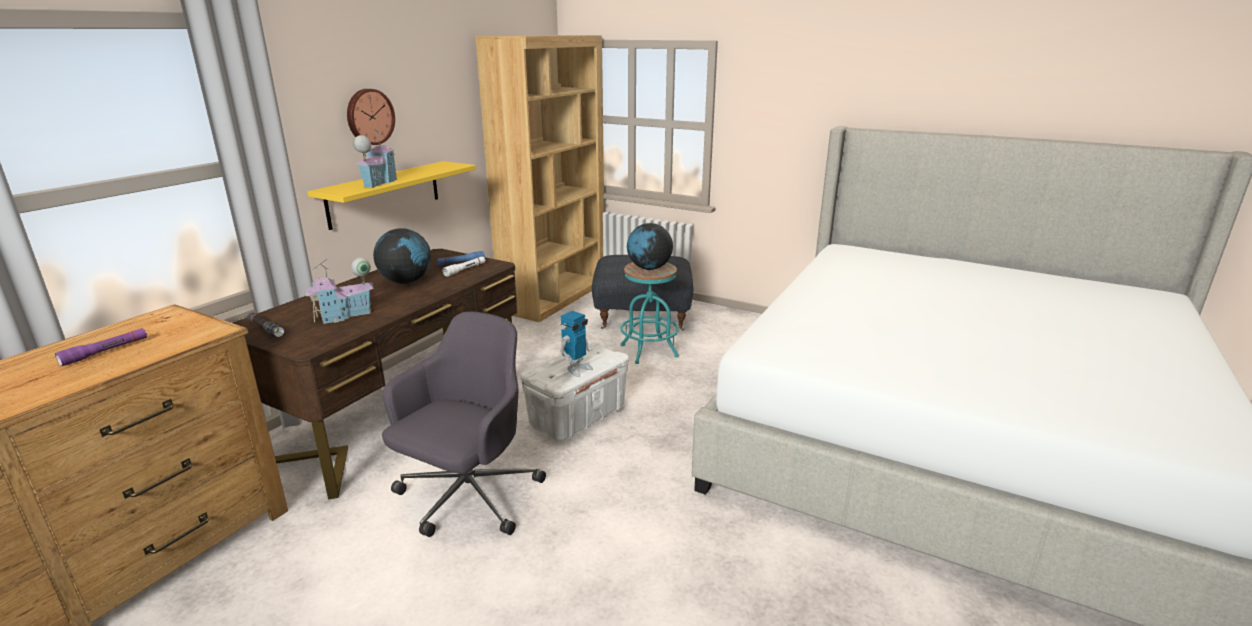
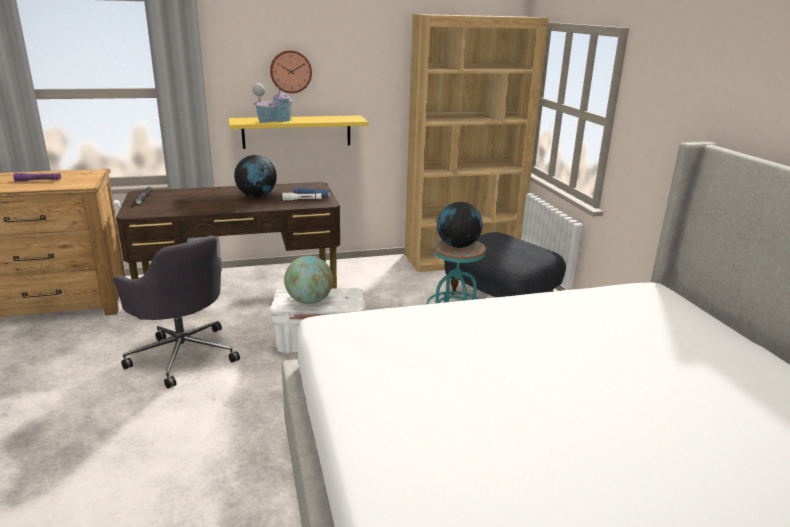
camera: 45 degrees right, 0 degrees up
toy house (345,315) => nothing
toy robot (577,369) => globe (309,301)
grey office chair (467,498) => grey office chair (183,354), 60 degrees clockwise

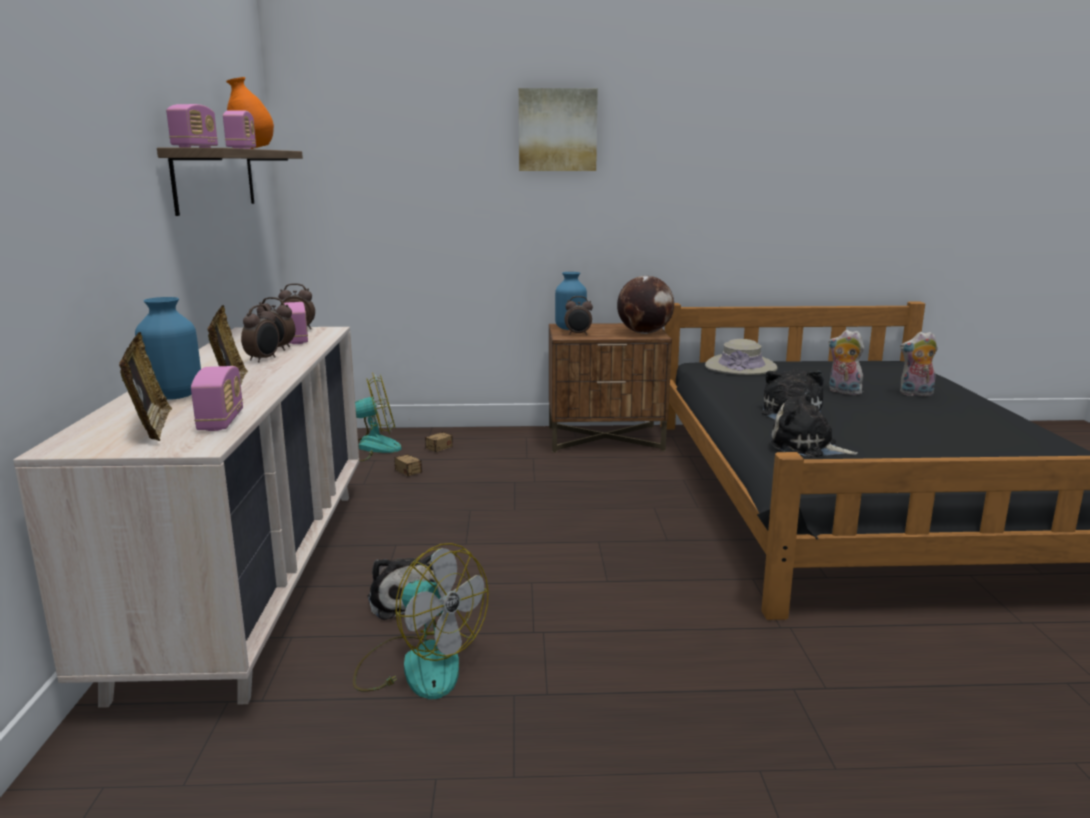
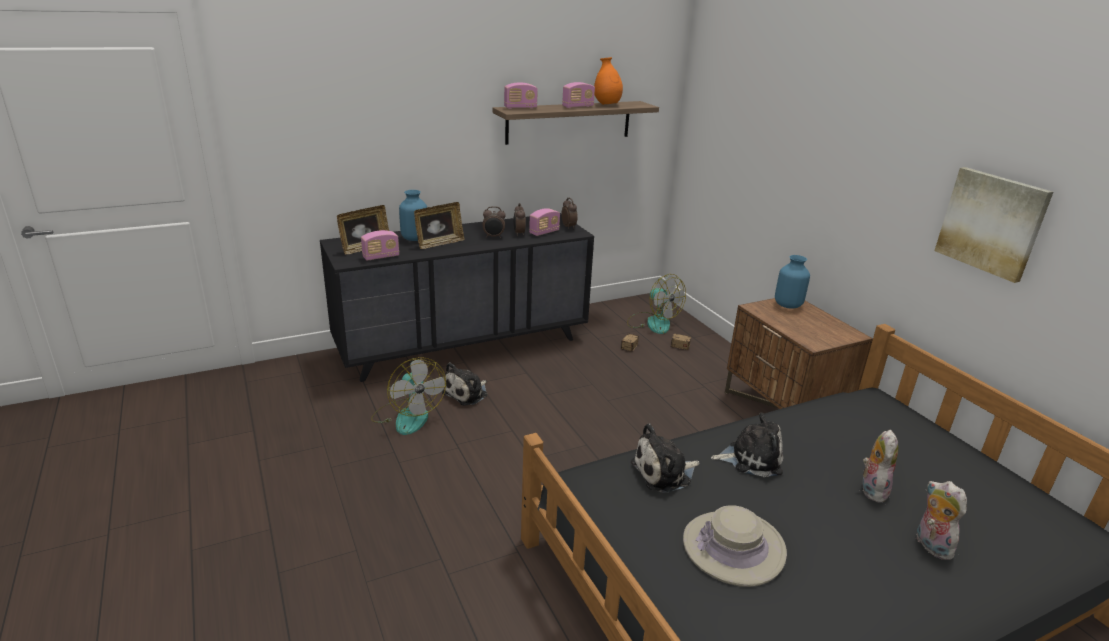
camera: 65 degrees right, 10 degrees up
picture (557,130) => picture (992,223), shifted
globe (644,333) => nothing
alarm clock (578,334) => nothing
beige dresser (253,577) => black dresser (463,345)
beige hat (741,367) => beige hat (733,548), shifted
plush toy (807,447) => plush toy (664,473), 120 degrees counterclockwise
fan (418,665) => fan (407,416), 45 degrees counterclockwise

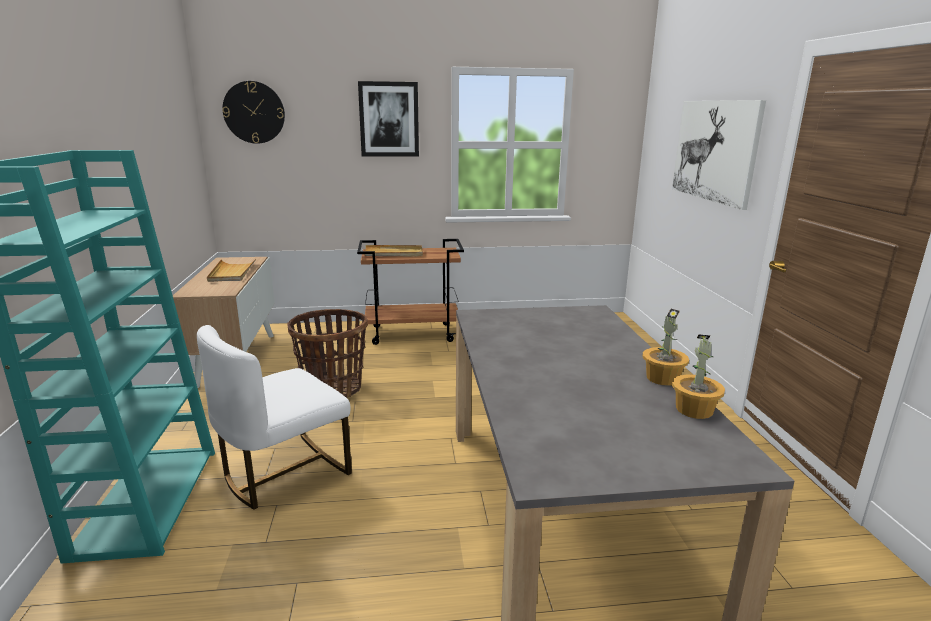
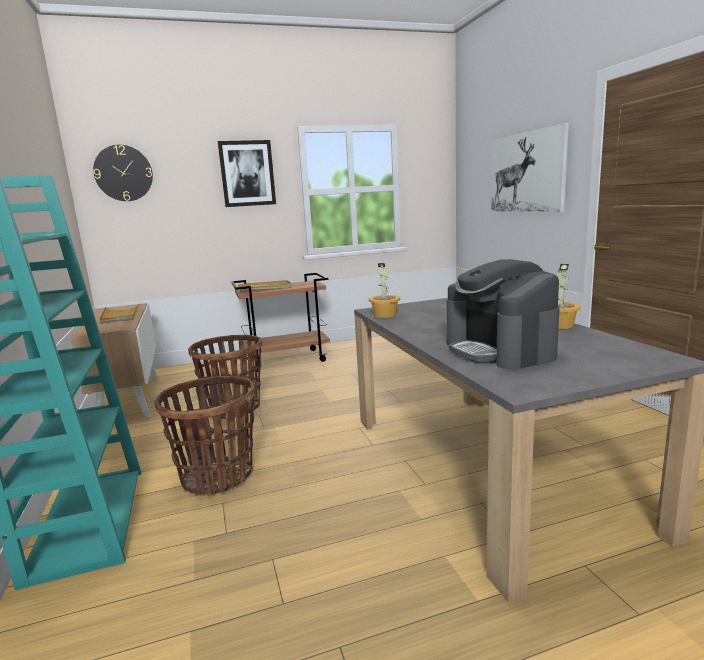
camera: 10 degrees left, 5 degrees down
white chair (284,472) => basket (217,476)
potted plant (694,410) => potted plant (385,315), shifted
nothing => coffee machine (499,350)

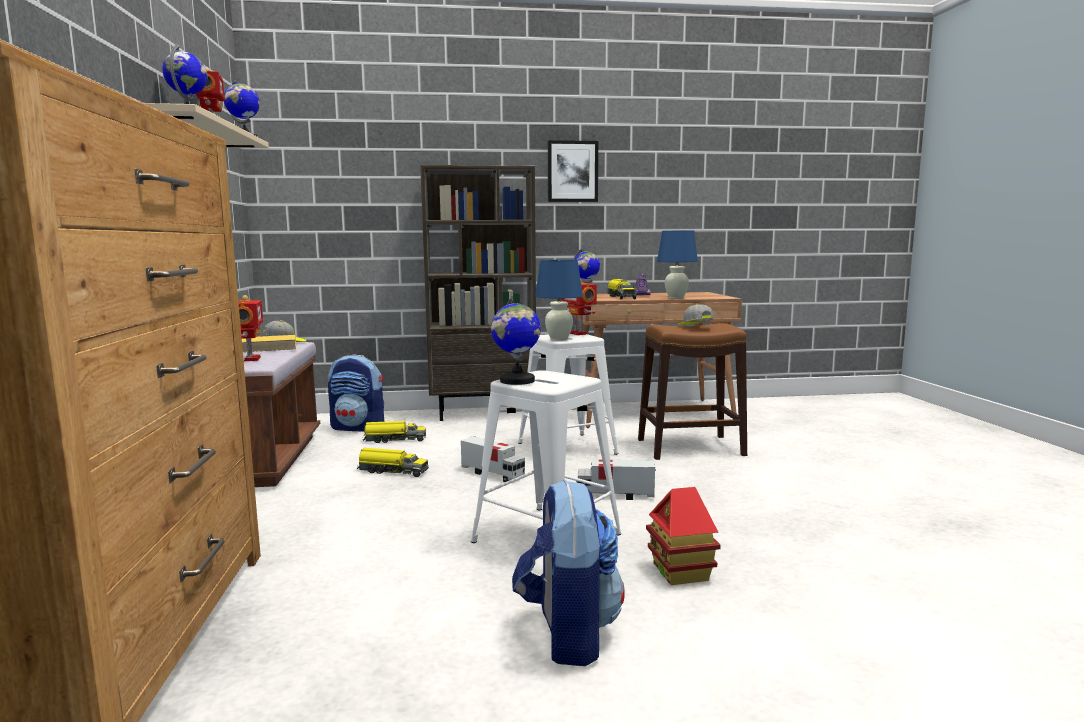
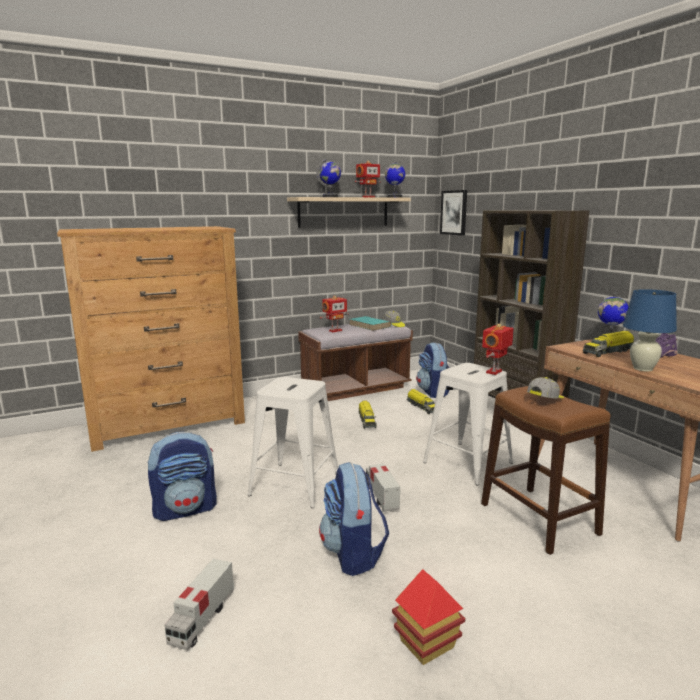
camera: 70 degrees right, 5 degrees up
picture (572,171) => picture (454,212), shifted
blue table lamp (559,339) => nothing
globe (517,381) => nothing
yellow book (264,347) => turquoise book (370,325)
toy truck (493,474) => toy truck (202,619), shifted
toy house (681,572) => toy house (426,644), shifted
nothing => backpack (353,554)

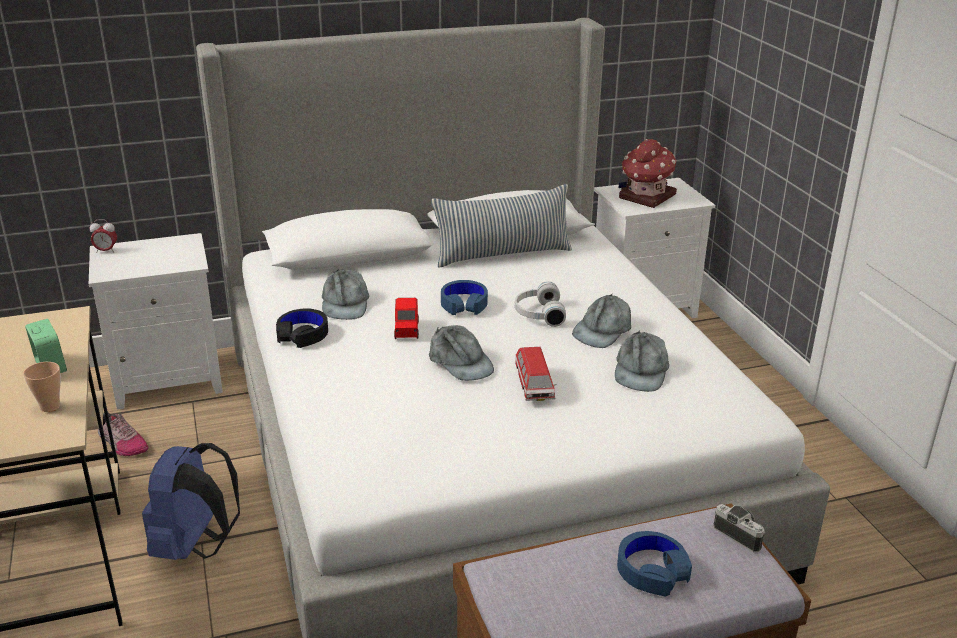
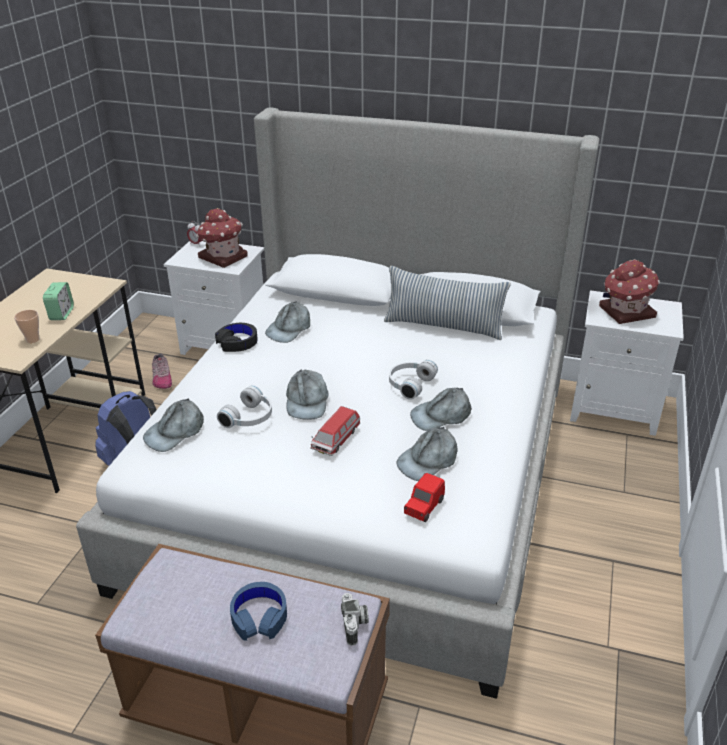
camera: 35 degrees right, 5 degrees up
blue headphones (464,304) => nothing
red toy car (406,330) => red toy car (423,507), shifted
nothing => toy house (222,257)
nothing => white headphones (250,418)
nothing => grey cap (175,432)

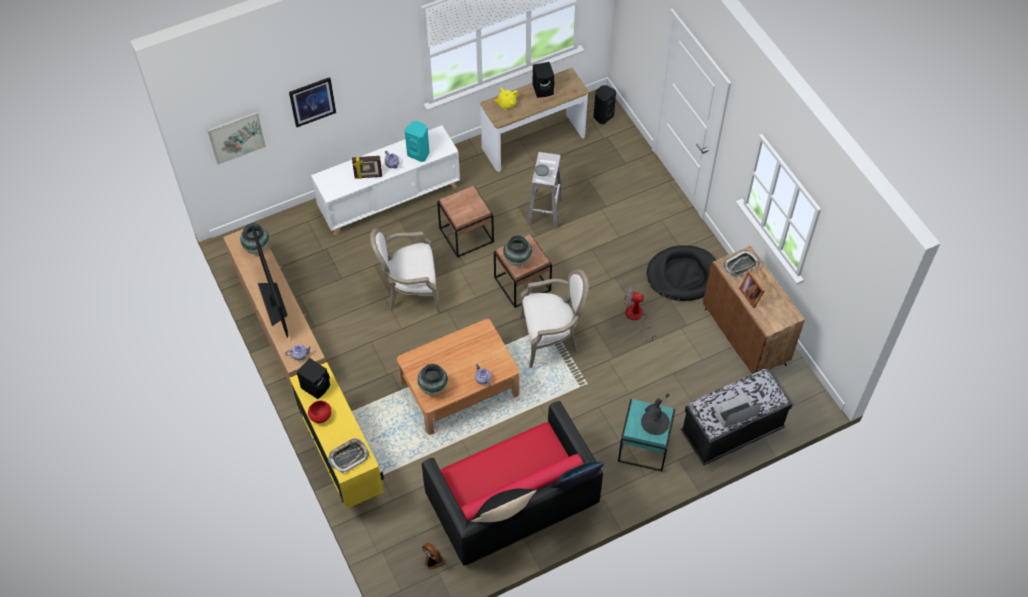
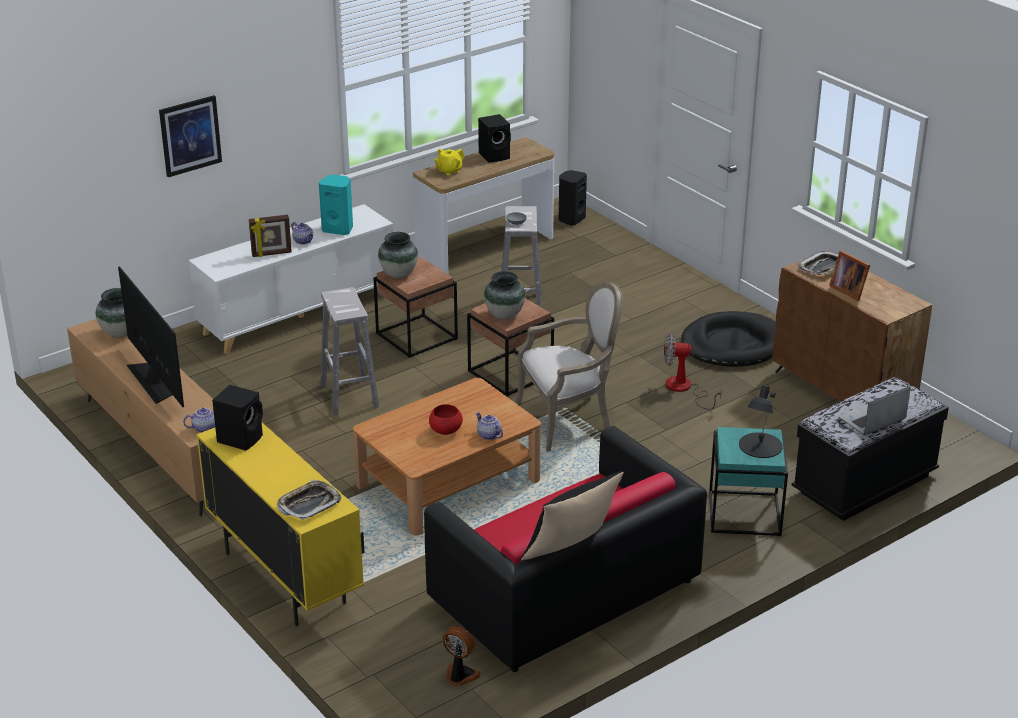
camera: 10 degrees left, 25 degrees down
picture (236,137) => nothing
armchair (410,291) => white stool (349,395)
vase (433,388) => vase (398,274), shifted
red bowl (320,416) => red bowl (445,430), shifted
blue pillow (576,485) => nothing

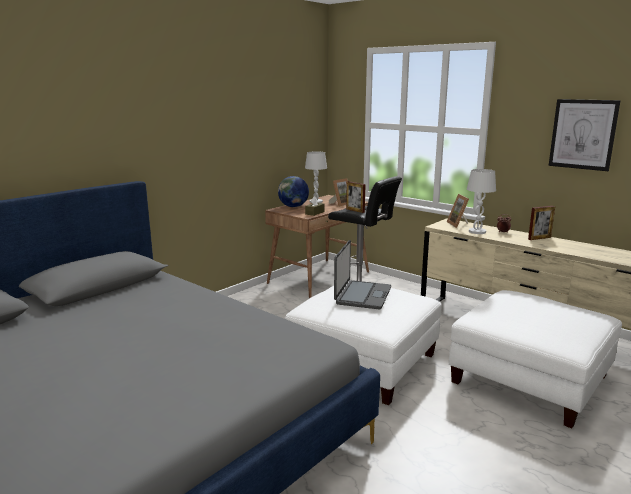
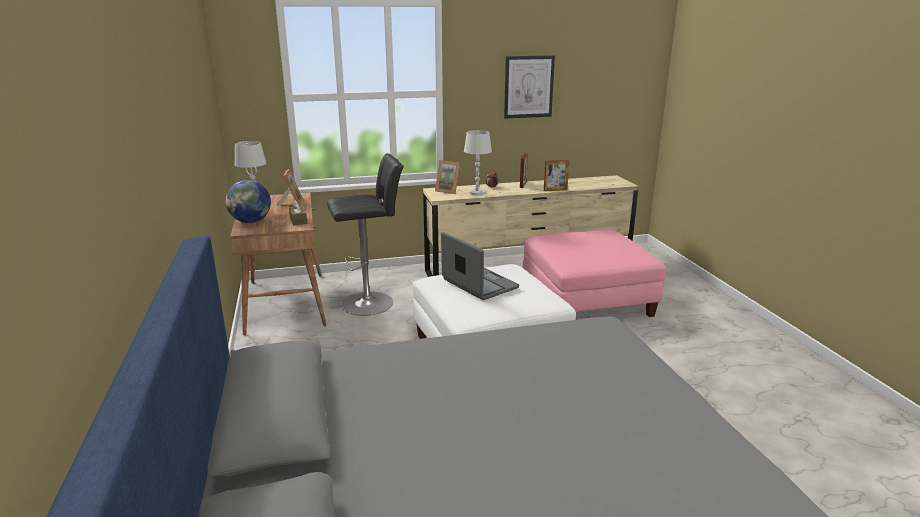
camera: 55 degrees left, 5 degrees up
picture frame (355,210) => picture frame (555,190), shifted
white ottoman (530,379) => pink ottoman (586,300)

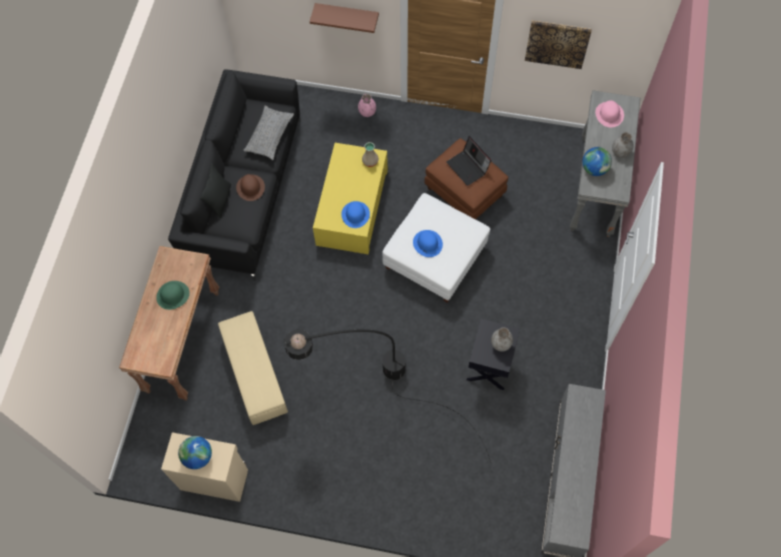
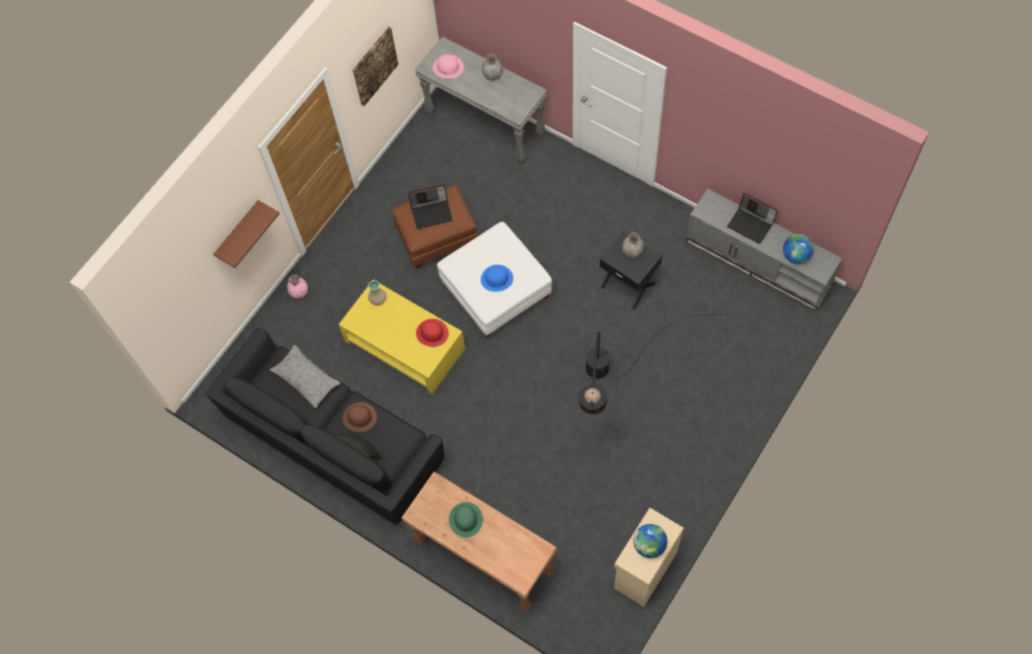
camera: 65 degrees left, 0 degrees up
globe (594,169) => globe (795,256), shifted
blue hat (355,214) => red hat (432,333)
beige ottoman (254,374) => nothing
nothing => laptop (751,224)

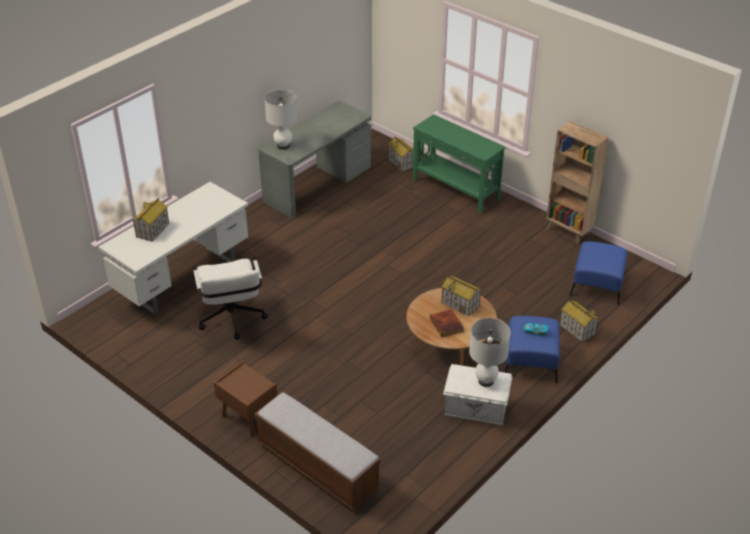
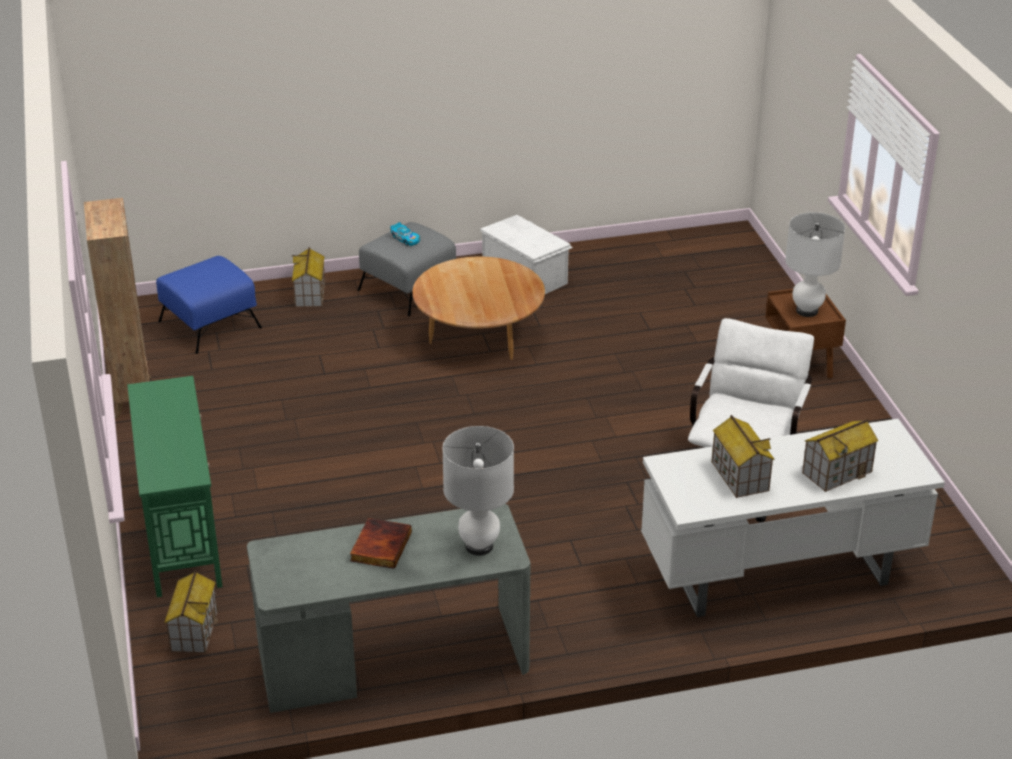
camera: 145 degrees left, 5 degrees down
toy house (460,304) => toy house (739,476), shifted
book (447,324) => book (380,546), shifted
blue ottoman (530,362) => grey ottoman (409,288)
white table lamp (485,381) => white table lamp (807,311), shifted
bench (317,467) => nothing

